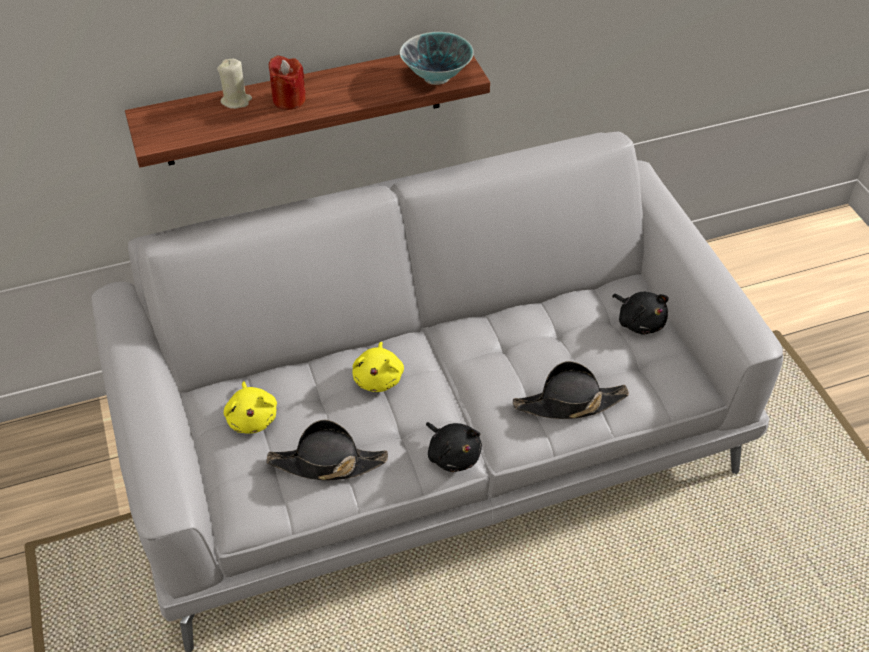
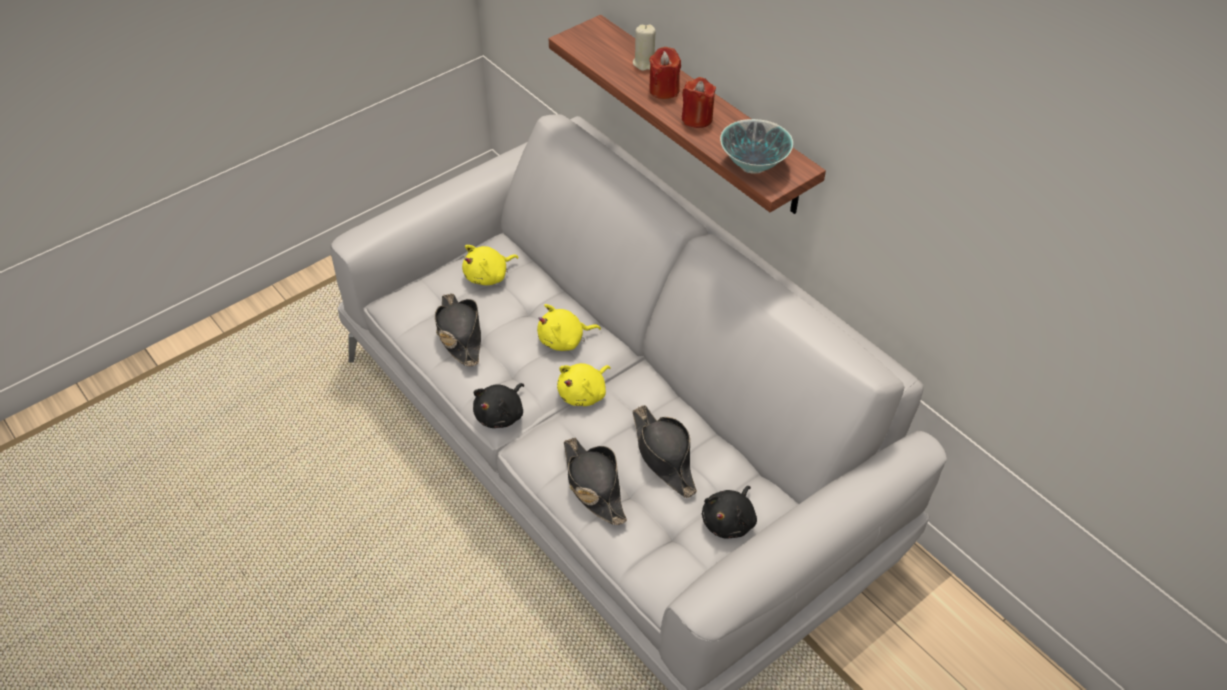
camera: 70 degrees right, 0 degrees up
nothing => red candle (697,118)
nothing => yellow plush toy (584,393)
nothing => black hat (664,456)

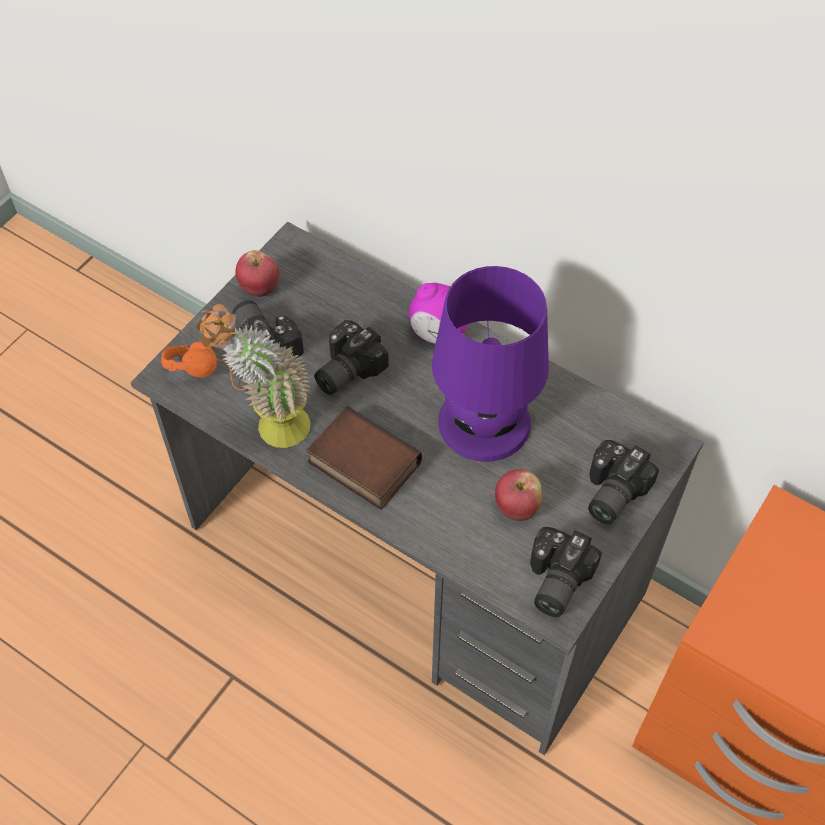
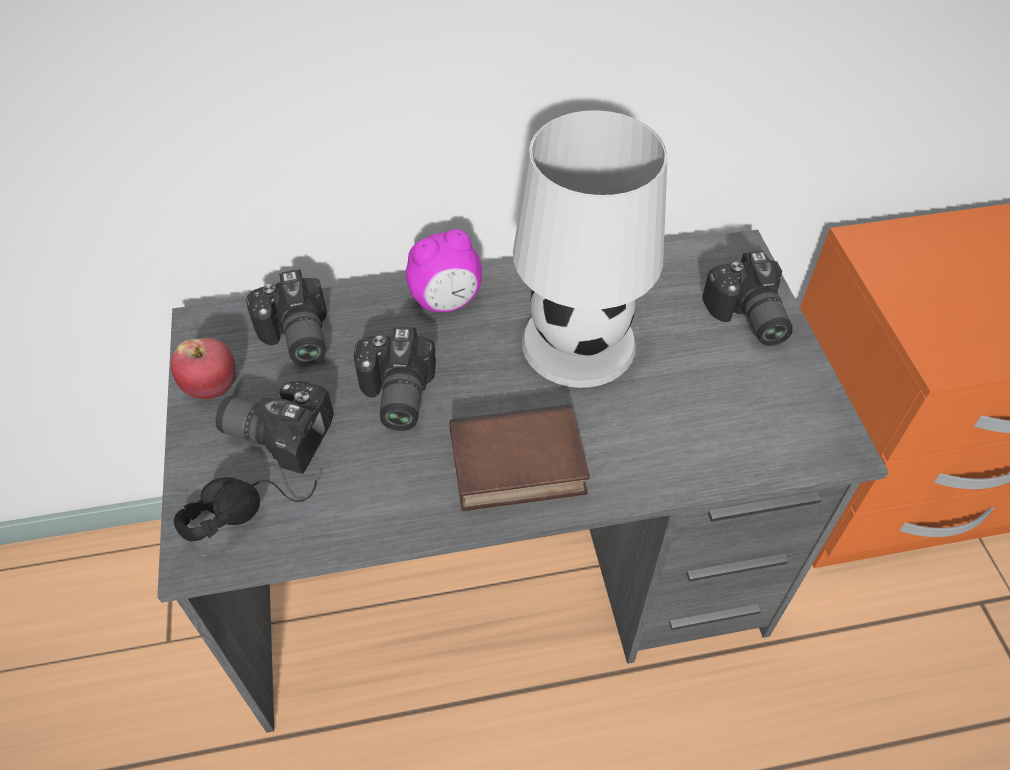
camera: 45 degrees left, 5 degrees down
purple table lamp (485,421) => white table lamp (578,341)
potted plant (269,428) => nothing
orange headphones (210,371) => black headphones (247,508)
apple (516,507) => nothing
photo camera (553,581) => photo camera (295,339), shifted

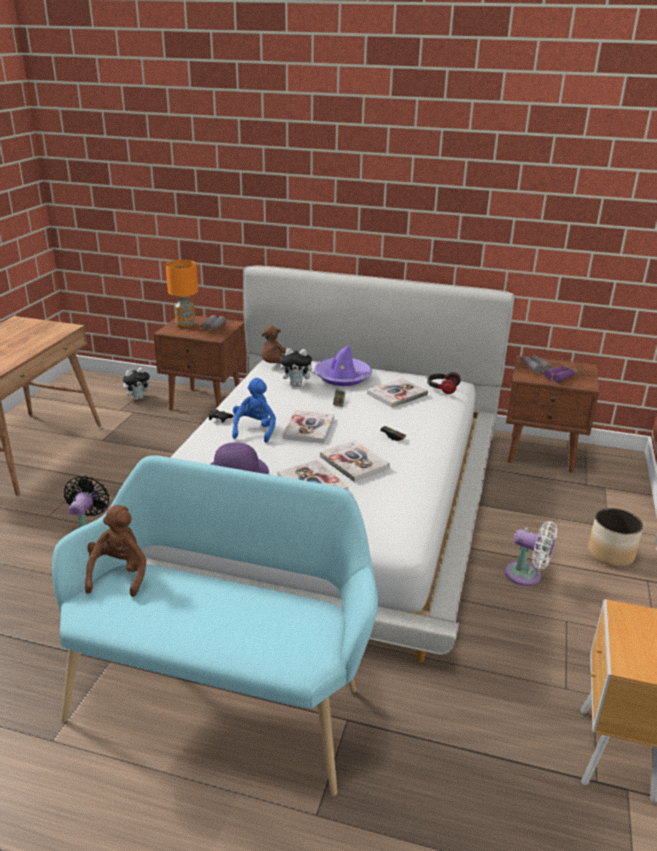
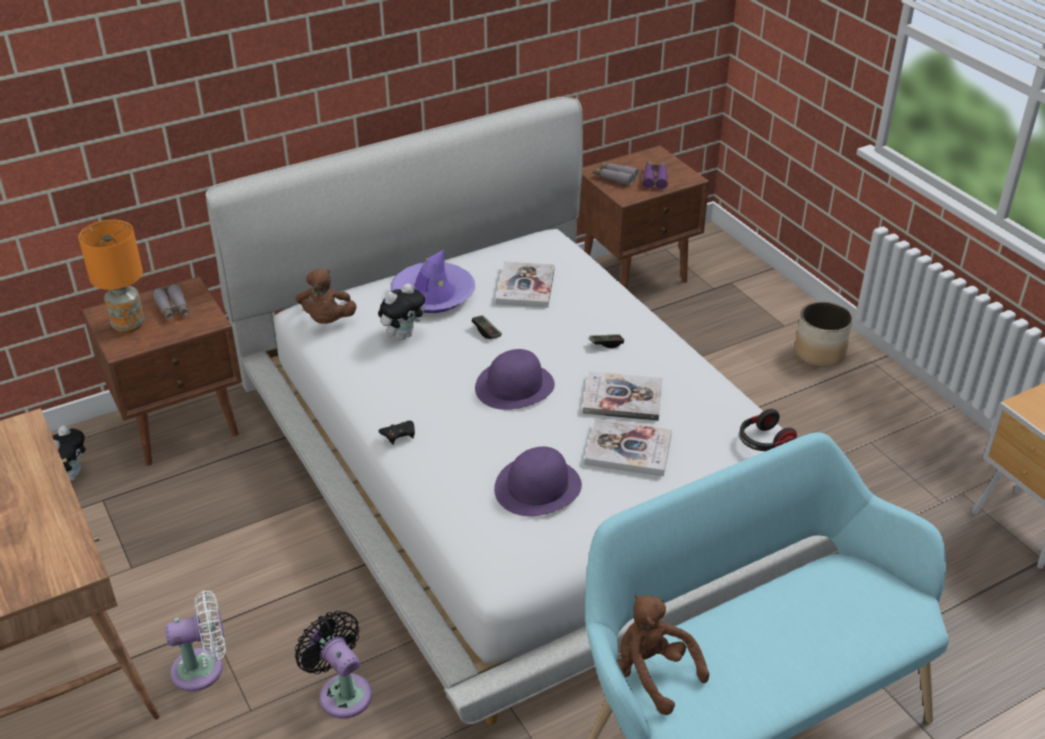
camera: 45 degrees left, 10 degrees up
headphones (442,388) => headphones (763,442), shifted
blue plush toy (254,430) => nothing
book (309,428) => purple hat (515,386)
white fan (527,575) => white fan (203,668), shifted

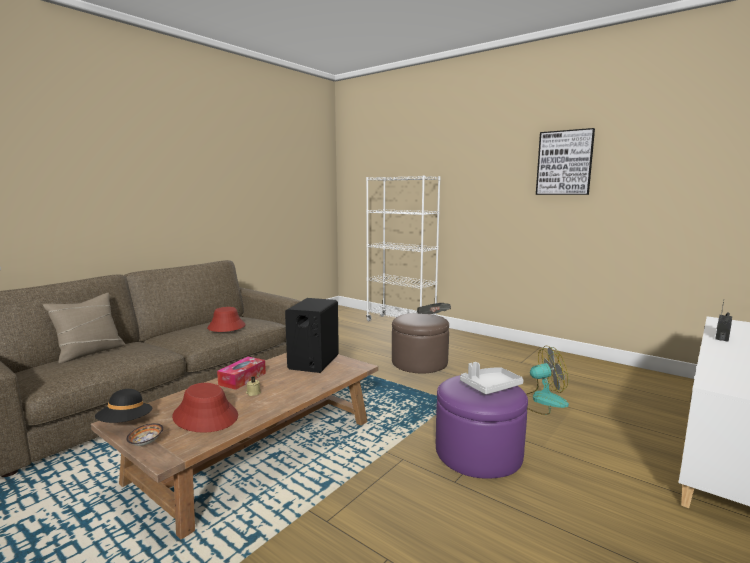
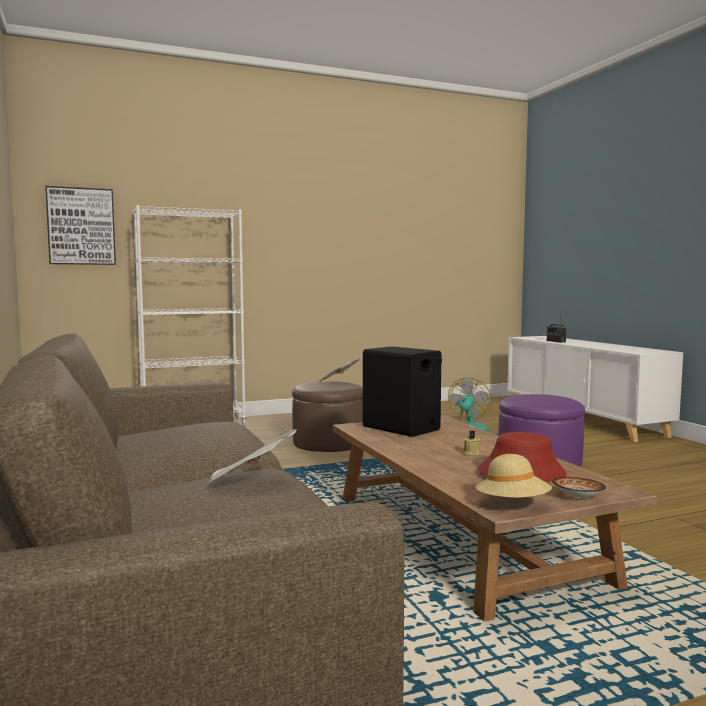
camera: 60 degrees left, 5 degrees down
picture (564,163) => picture (81,226), shifted
beige pillow (90,352) => nothing
red hat (226,327) => nothing
tissue box (242,379) => nothing
grey tray (490,386) => nothing
black hat (125,423) => beige hat (512,505)
nothing => newspaper (250,481)

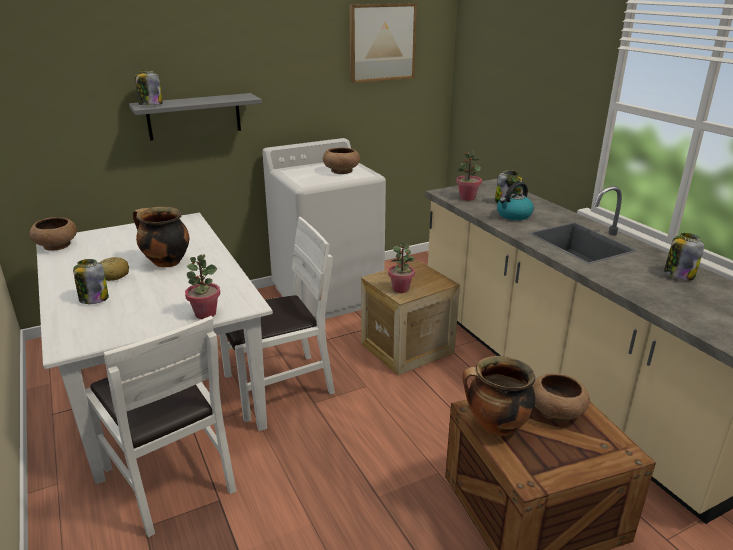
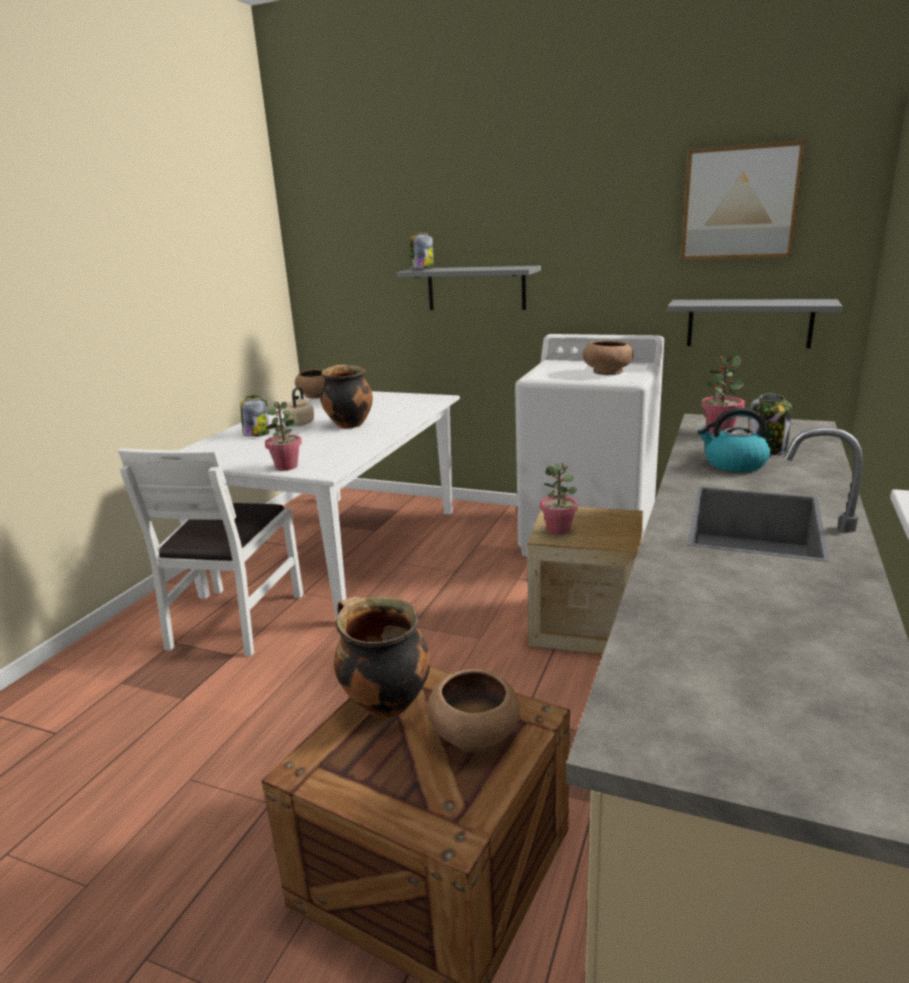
camera: 50 degrees right, 5 degrees down
white chair (278,385) => nothing
jar (678,274) => nothing
bread (113,275) => beige kettle (300,423)
nothing => grey shelf (749,323)

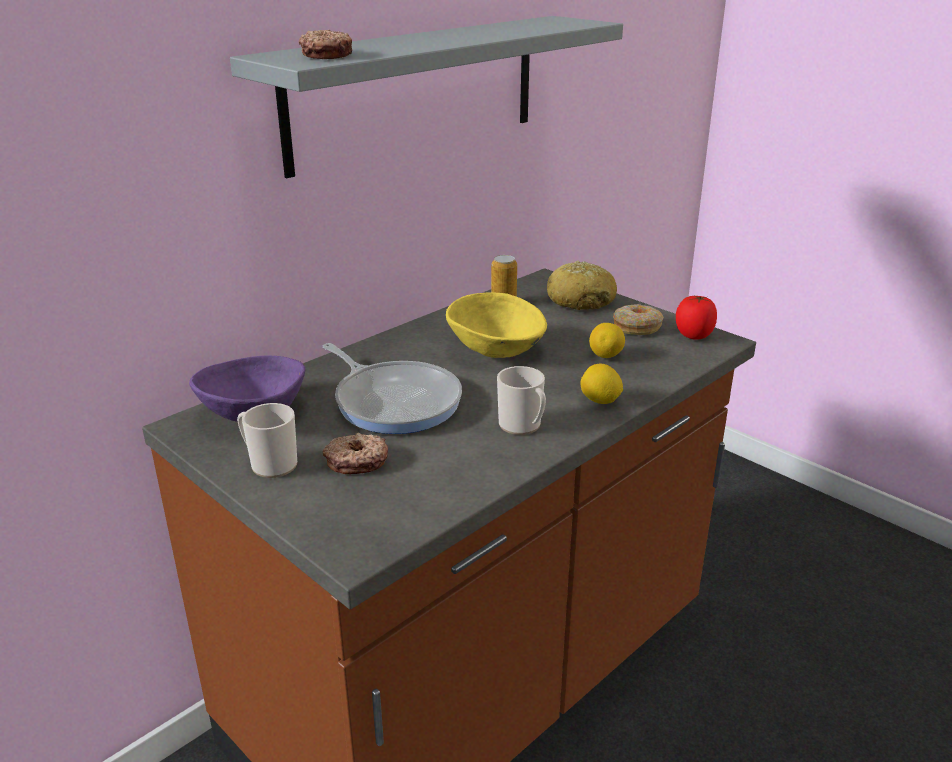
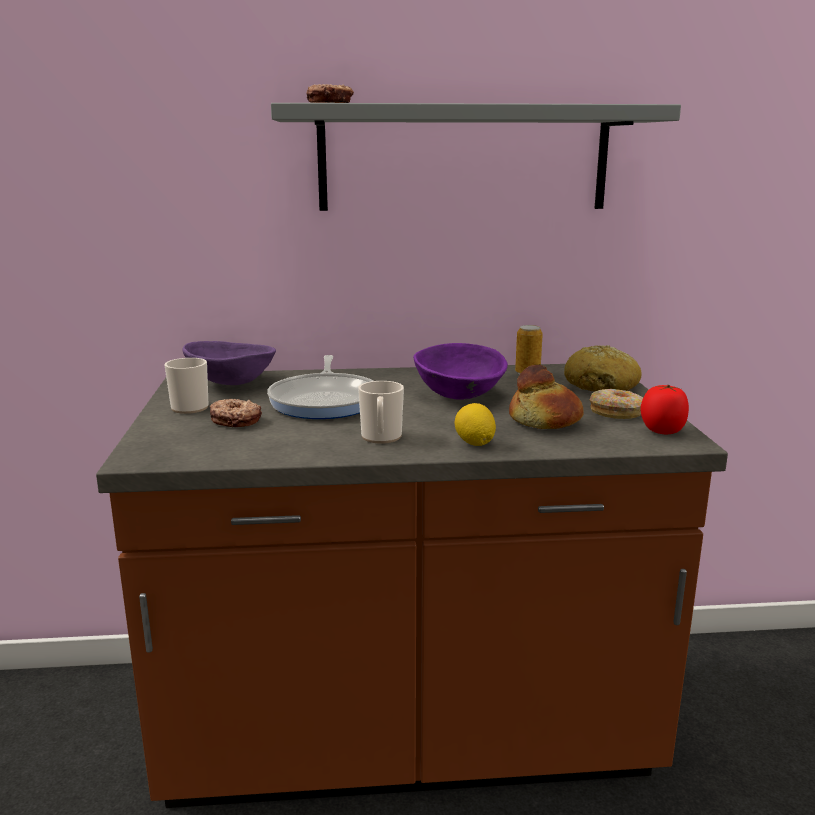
camera: 40 degrees right, 10 degrees down
yellow bowl (496,351) => purple bowl (459,396)
lemon (606,356) => bread (544,421)

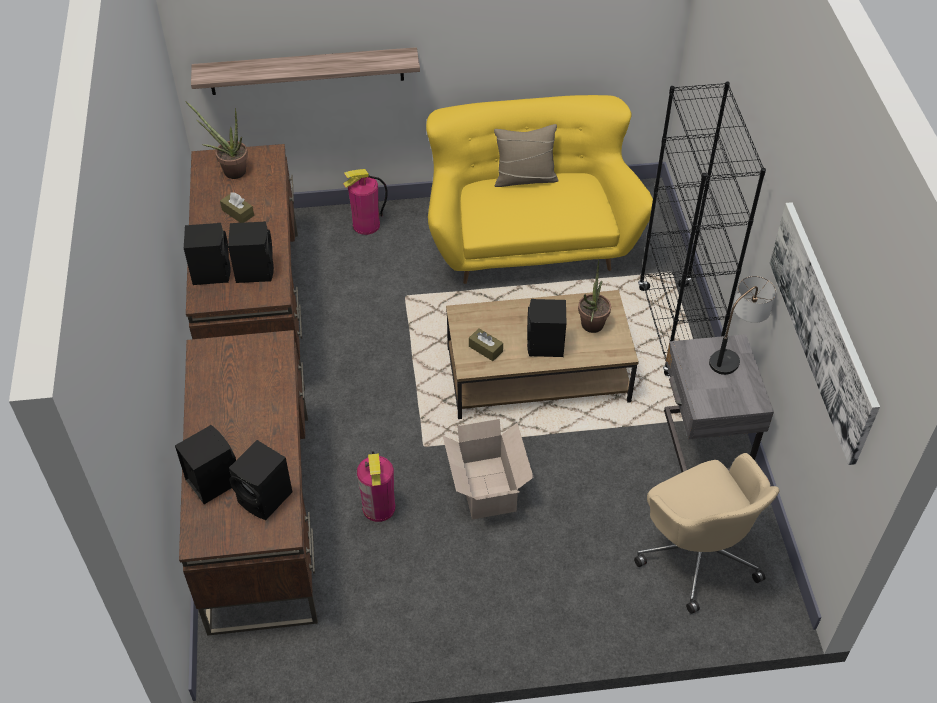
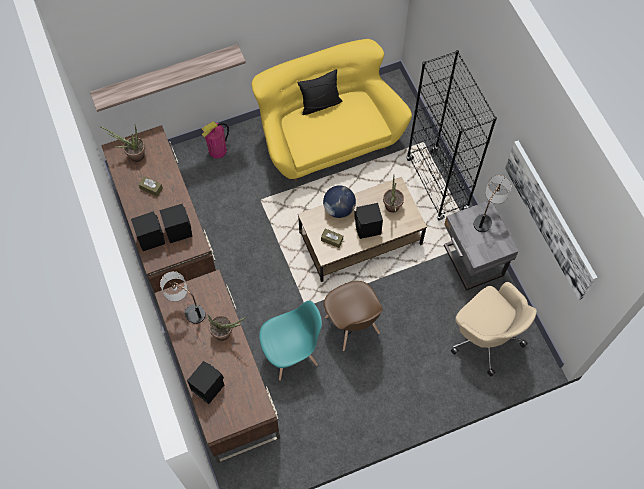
camera: 15 degrees left, 15 degrees up
beige pillow (525,178) => black pillow (320,104)
cardboard box (486,490) => brown chair (352,326)
black speaker (266,499) => nothing
fire extinguisher (379,507) => turquoise chair (291,354)
nothing => globe (339,209)
nothing => table lamp (187,308)
nothing => potted plant (226,334)

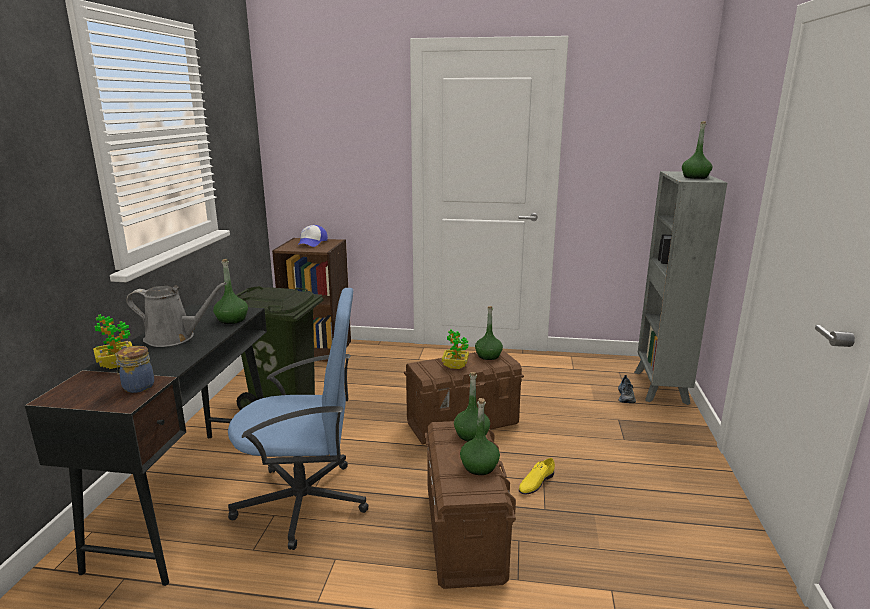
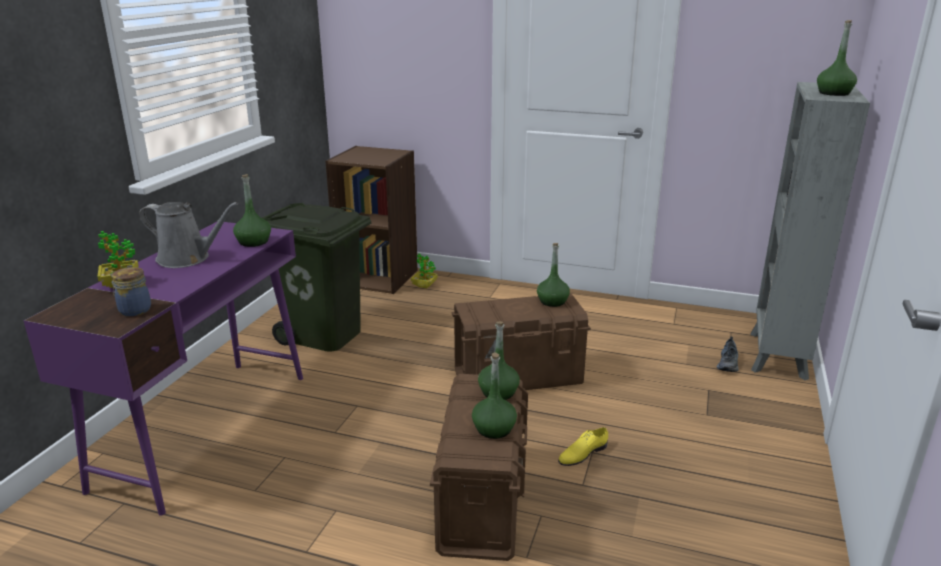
camera: 10 degrees right, 5 degrees up
cap (312,243) => nothing
blue office chair (304,502) => nothing
black desk (192,496) => purple desk (206,428)
potted plant (455,366) => potted plant (424,286), shifted

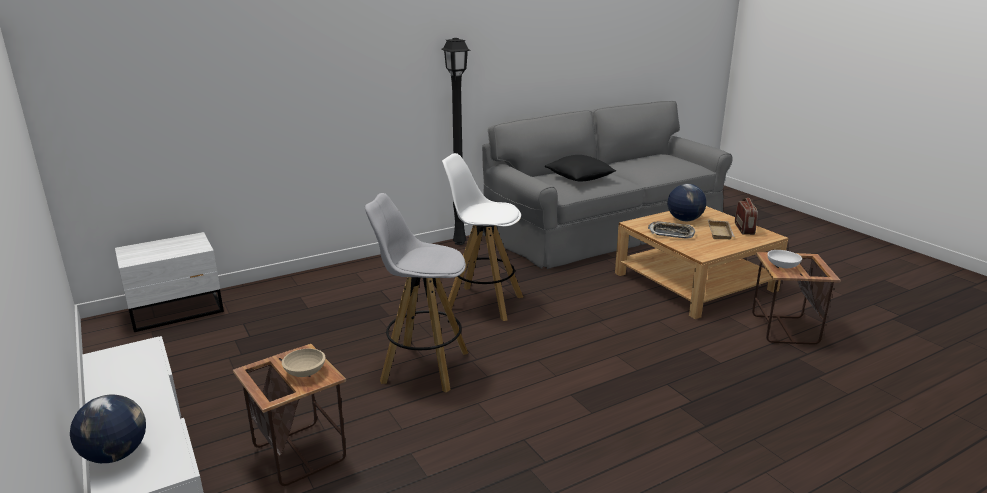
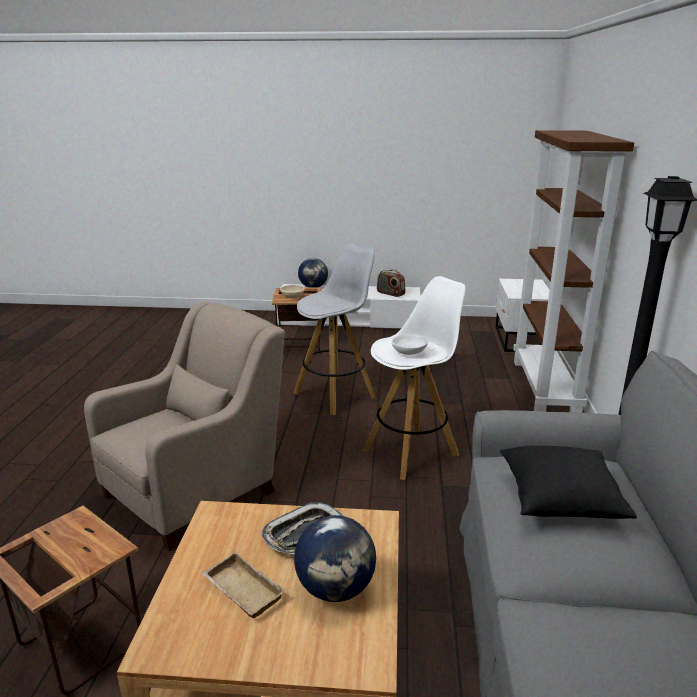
camera: 125 degrees right, 0 degrees up
radio (744,229) => radio (390,293), shifted
white bowl (782,266) => white bowl (409,352), shifted
nothing => brown bookcase (545,388)
nothing => beige armchair (196,490)

